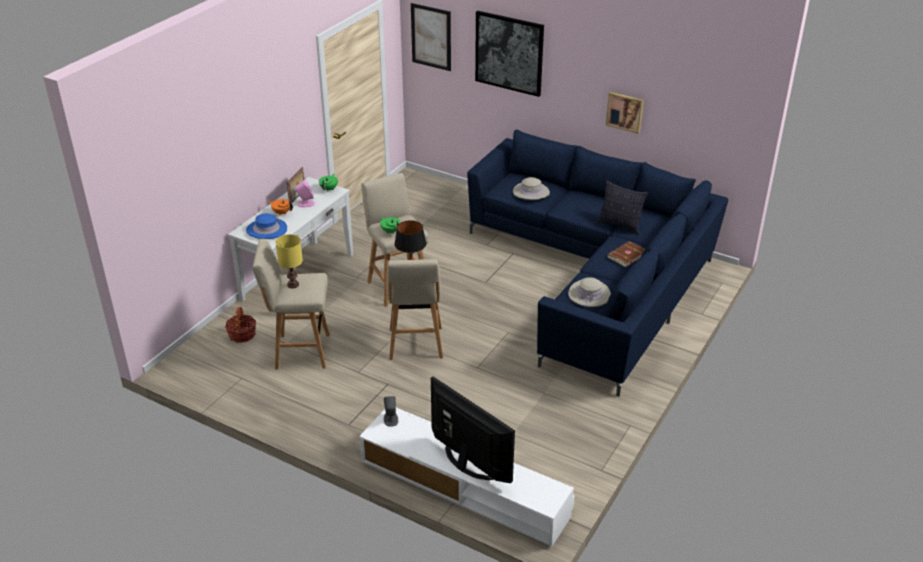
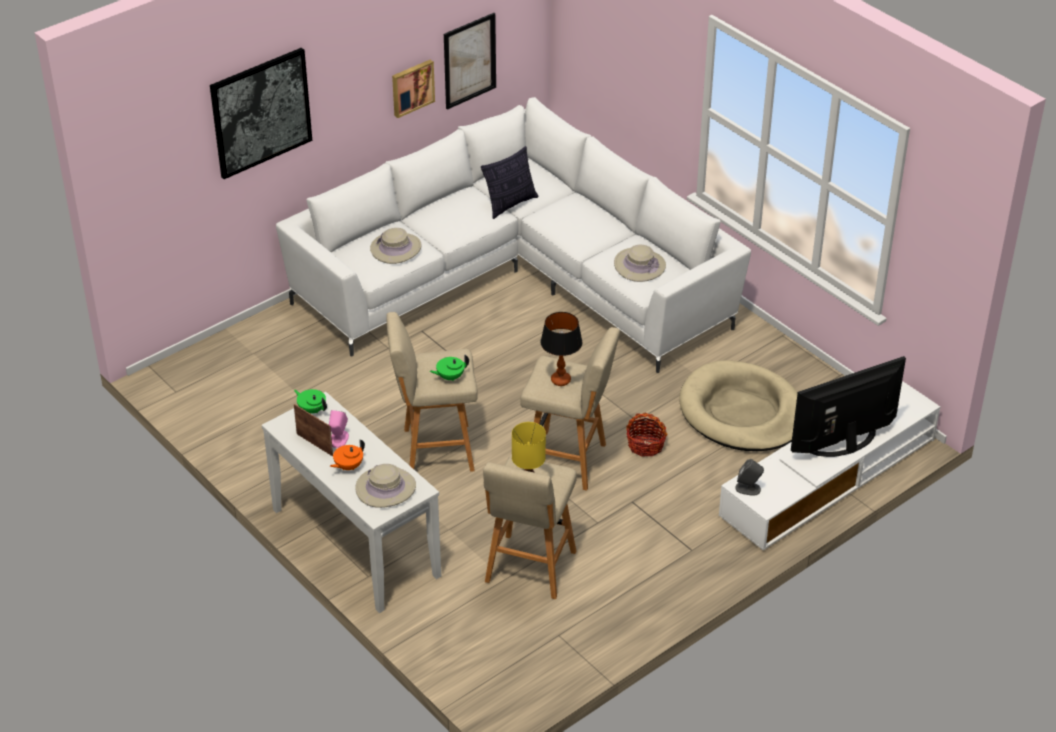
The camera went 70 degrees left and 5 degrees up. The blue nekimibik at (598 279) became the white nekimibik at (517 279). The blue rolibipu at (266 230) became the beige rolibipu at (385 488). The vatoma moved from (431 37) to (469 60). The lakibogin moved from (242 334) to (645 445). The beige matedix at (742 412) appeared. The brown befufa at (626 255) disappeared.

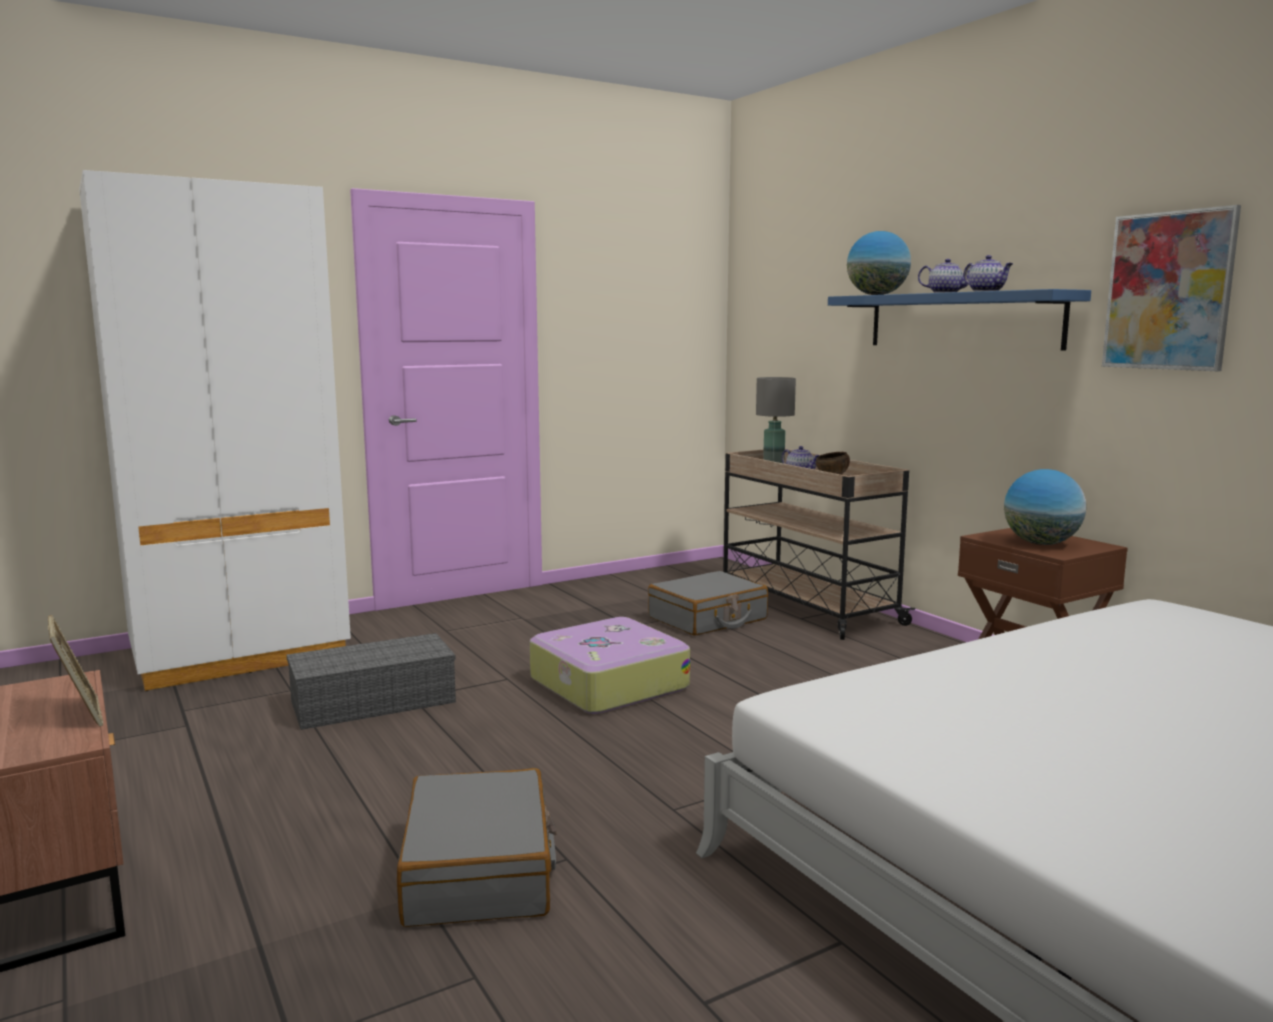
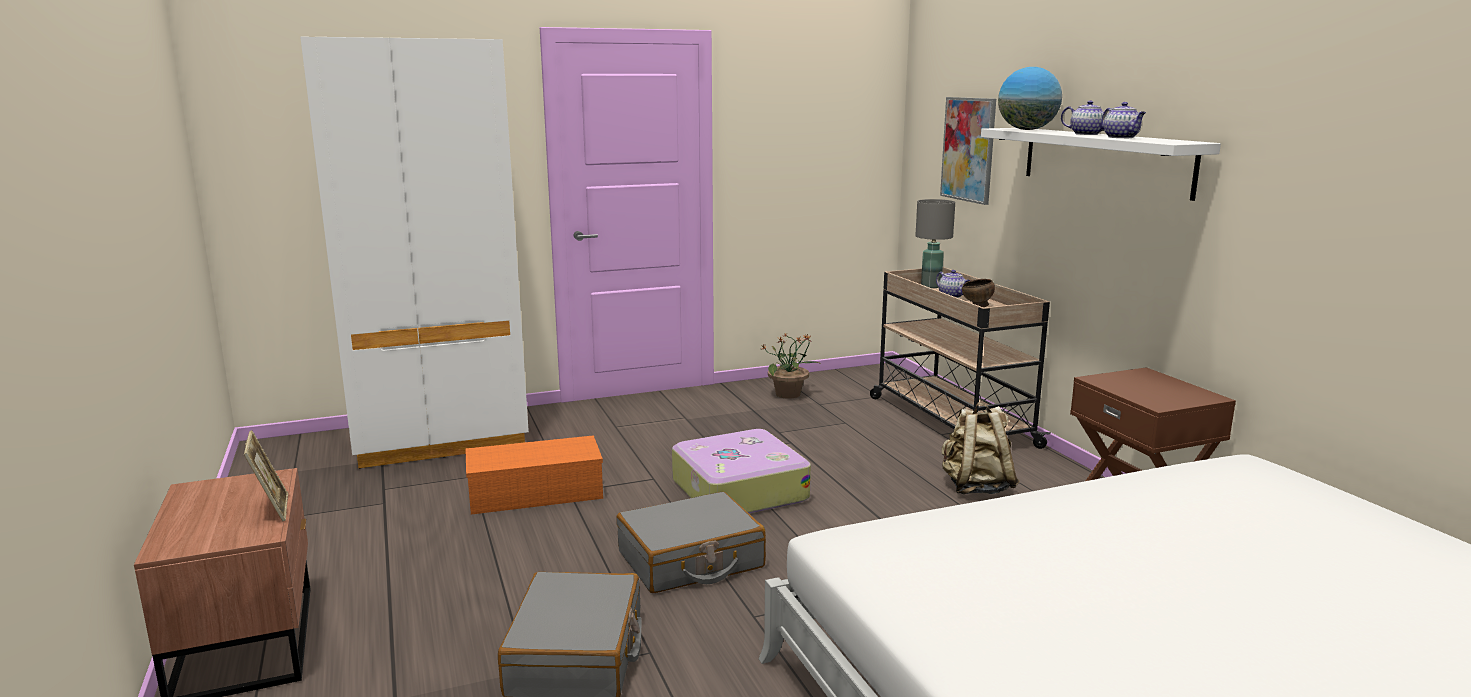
The camera went 10 degrees right and 5 degrees up. The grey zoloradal at (375 701) became the orange zoloradal at (537 492). The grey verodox moved from (708 619) to (690 560). The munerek at (789 394) appeared. The vatoma moved from (1168 291) to (968 149). The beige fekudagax at (976 487) appeared. The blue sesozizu at (961 320) became the white sesozizu at (1104 160). The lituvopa at (1041 543) disappeared.

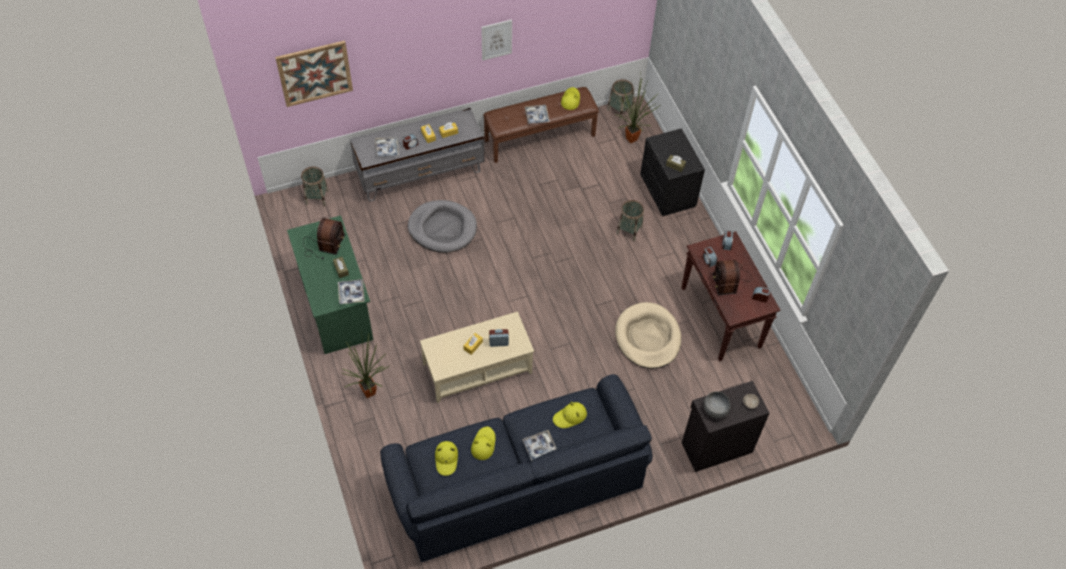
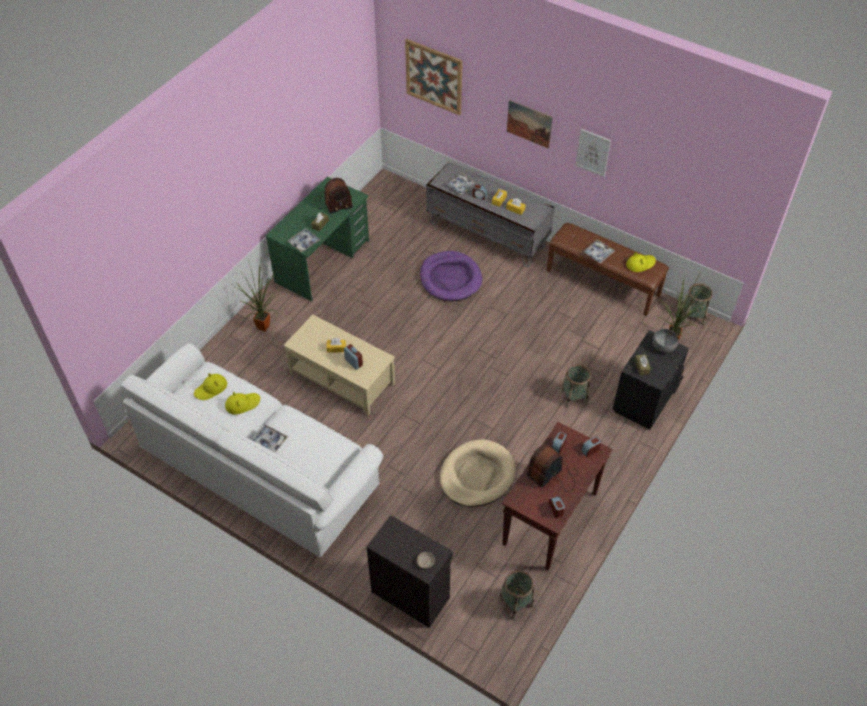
The camera went 55 degrees right and 5 degrees down. The blue nekimibik at (516 482) became the white nekimibik at (259 467). The grey matedix at (442 228) became the purple matedix at (450 278). The lakibogin moved from (317 197) to (516 603). The vatoma at (529 124) appeared. The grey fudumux moved from (715 409) to (663 347). The yellow rolibipu at (570 416) disappeared.

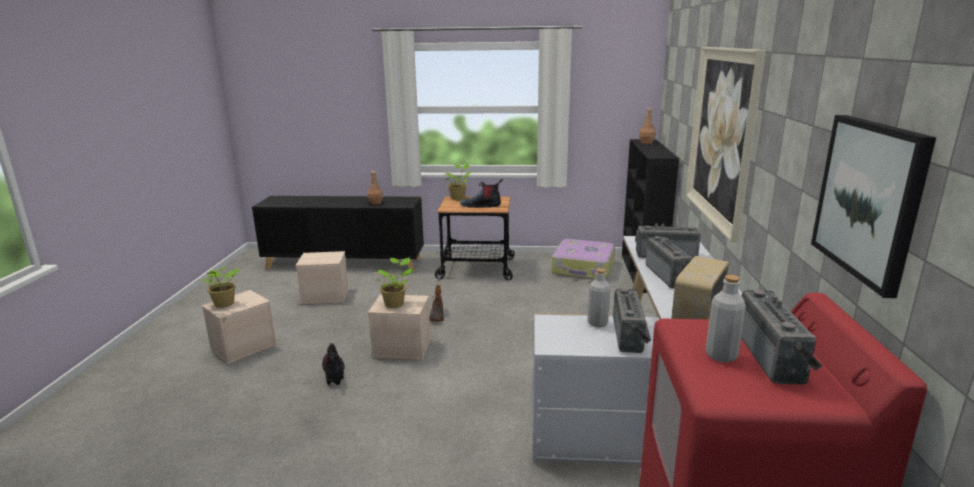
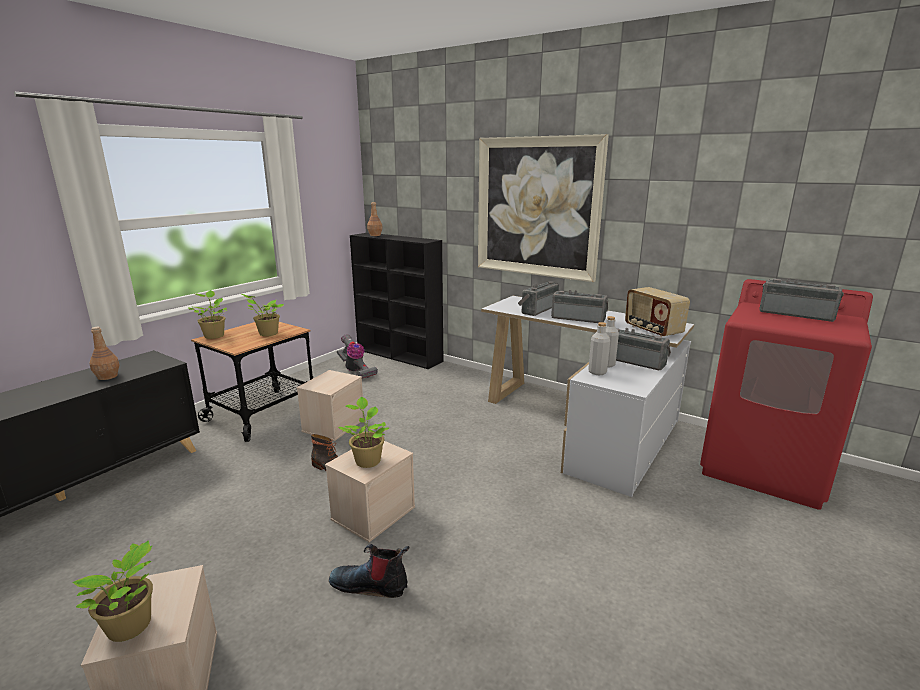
The camera went 60 degrees left and 0 degrees up. The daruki at (481 206) was replaced by the munerek at (267 333). The beige zoloradal moved from (326 295) to (333 425). The verodox at (583 269) was replaced by the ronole at (356 371). The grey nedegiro moved from (721 355) to (597 372). The vatoma at (869 199) disappeared.

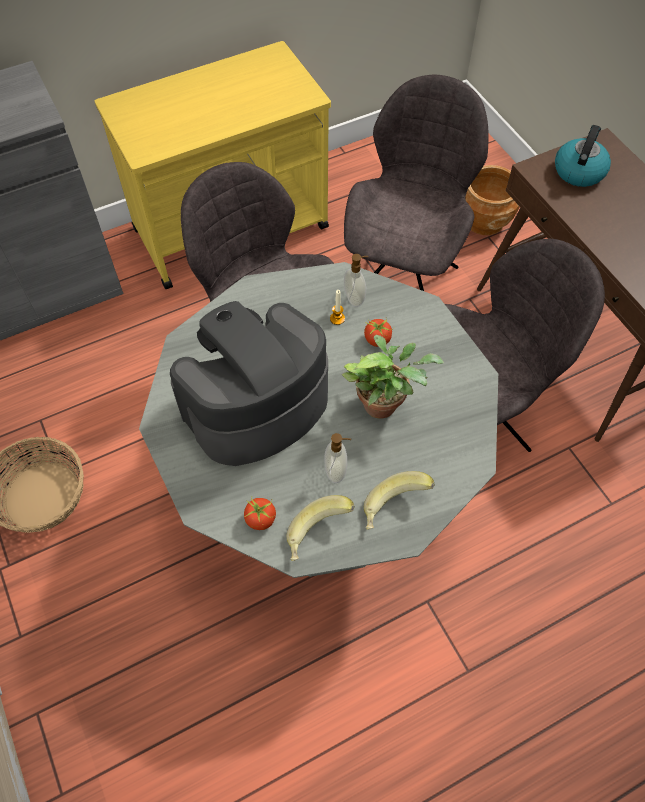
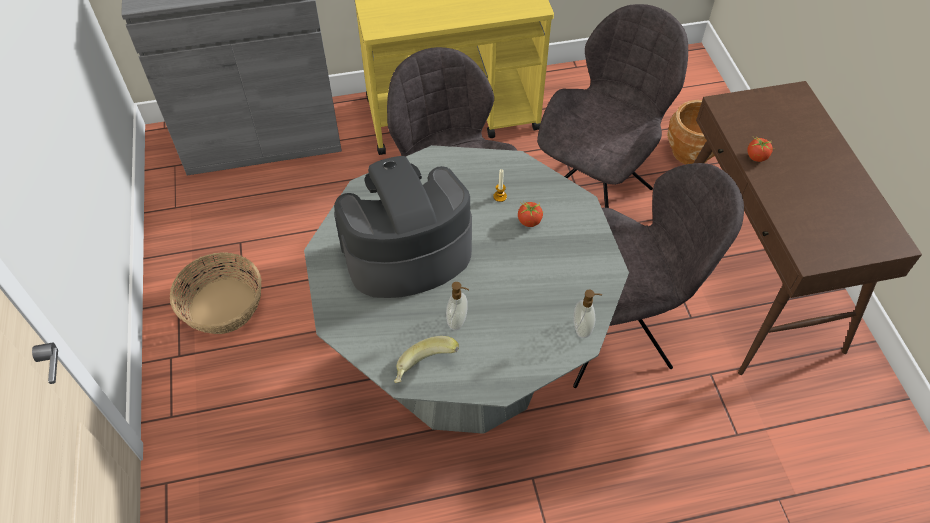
The camera went 15 degrees right and 5 degrees down. The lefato moved from (355 298) to (583 328). The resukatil moved from (261 519) to (757 157). The munerek at (384 403) disappeared. The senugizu at (394 509) disappeared. The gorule at (579 171) disappeared.

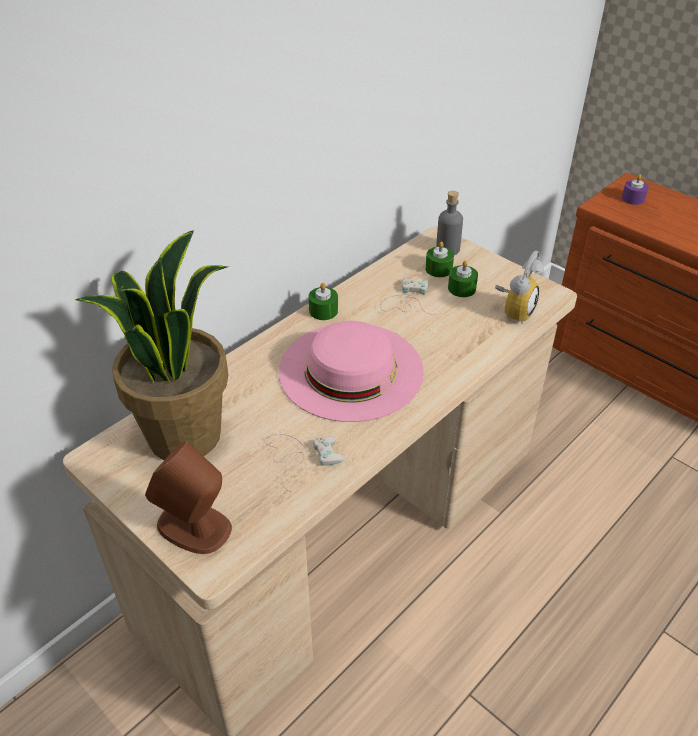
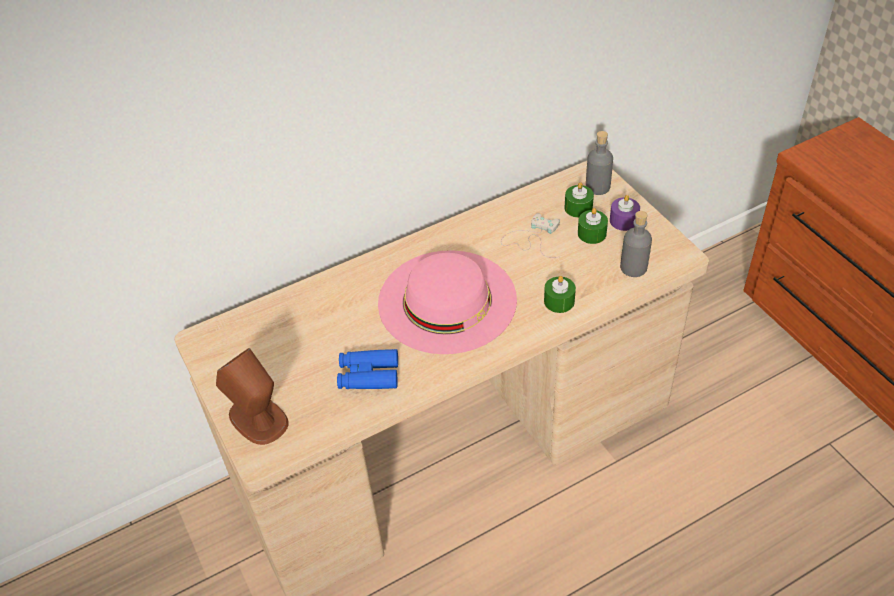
The camera went 20 degrees right and 5 degrees up. The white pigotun at (300 456) was replaced by the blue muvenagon at (368 375). The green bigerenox moved from (323 311) to (559 301). The purple bigerenox moved from (633 198) to (623 220). The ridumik at (514 310) was replaced by the grey nedegiro at (633 267). The munerek at (184 434) disappeared.

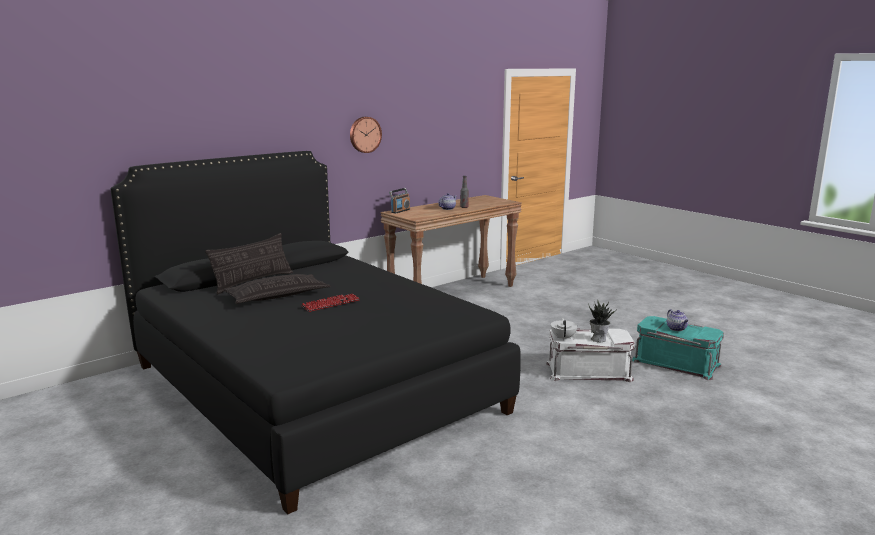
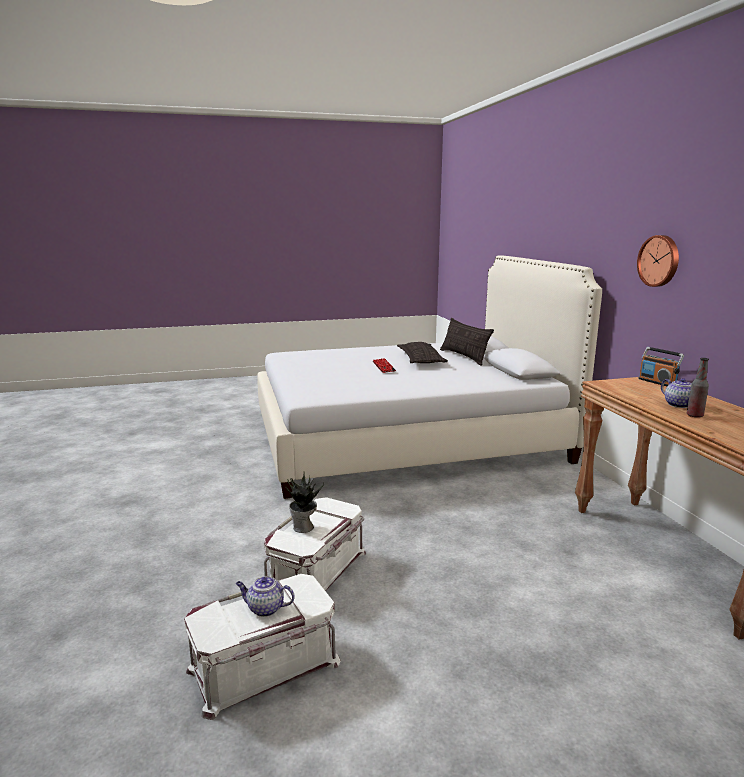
The camera went 115 degrees right and 0 degrees up. The turquoise zoloradal at (676 363) became the white zoloradal at (264 667). The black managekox at (312 388) became the white managekox at (407 439). The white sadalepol at (563 337) disappeared.

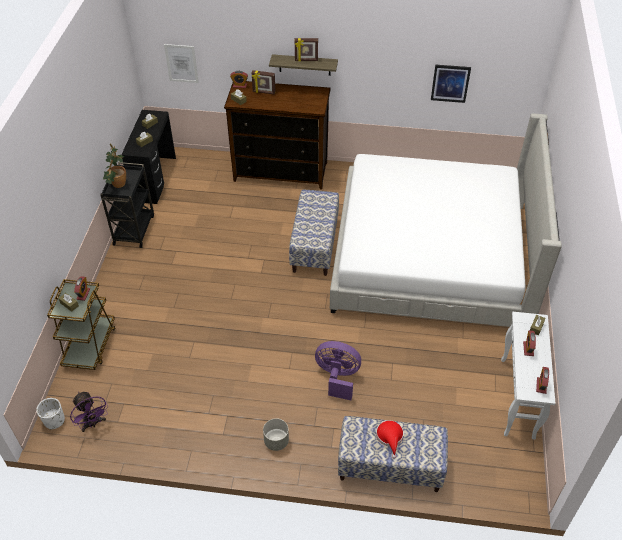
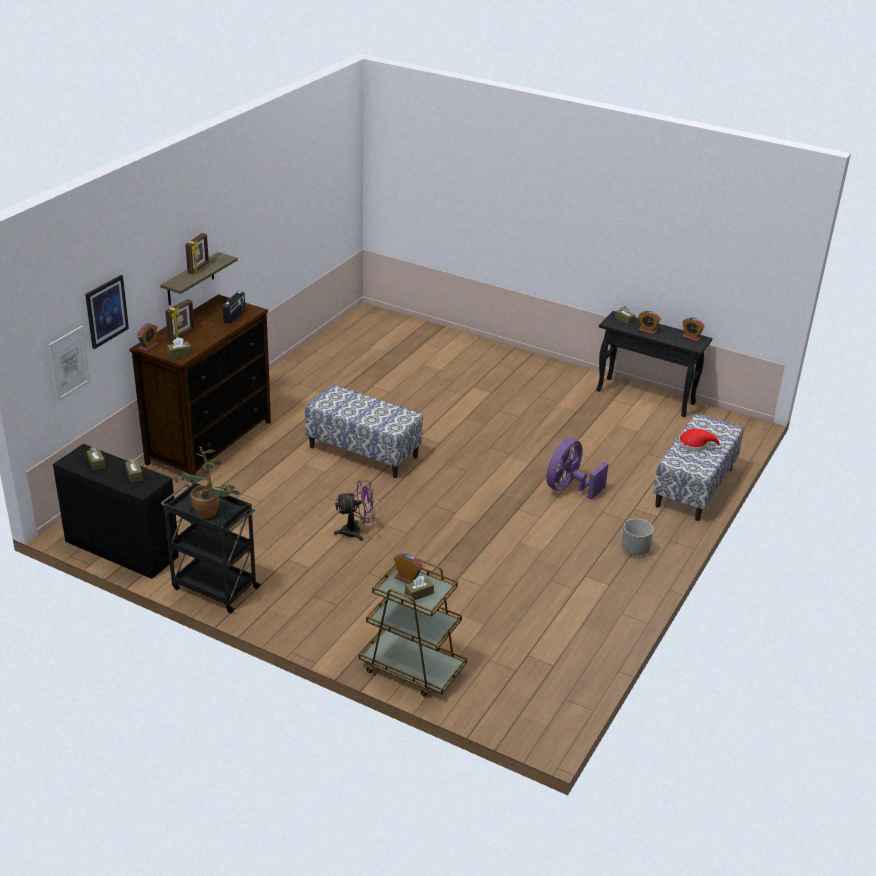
The camera went 70 degrees left and 15 degrees down. The vatoma moved from (450 83) to (106 311). The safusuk at (235 316) appeared. The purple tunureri moved from (93 424) to (356 531). The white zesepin at (517 398) became the black zesepin at (646 397). The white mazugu at (54 420) disappeared. The managekox at (431 257) disappeared.

